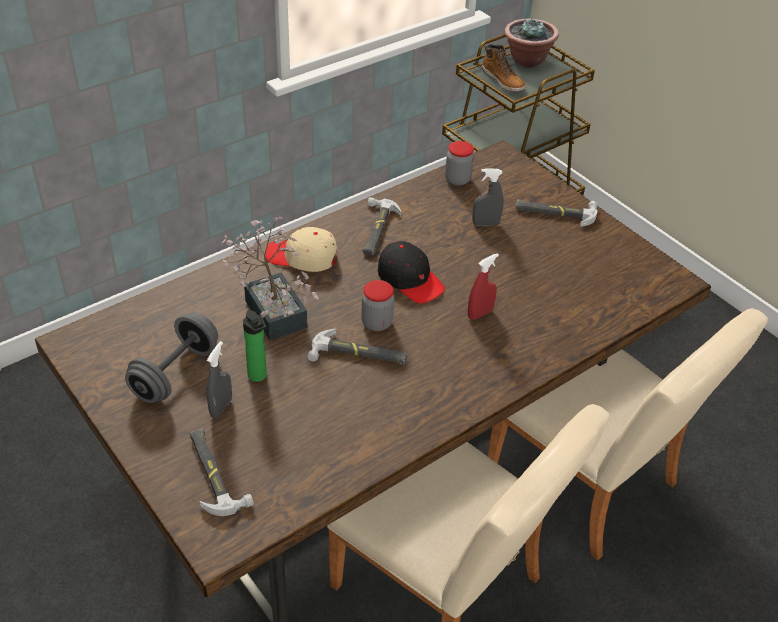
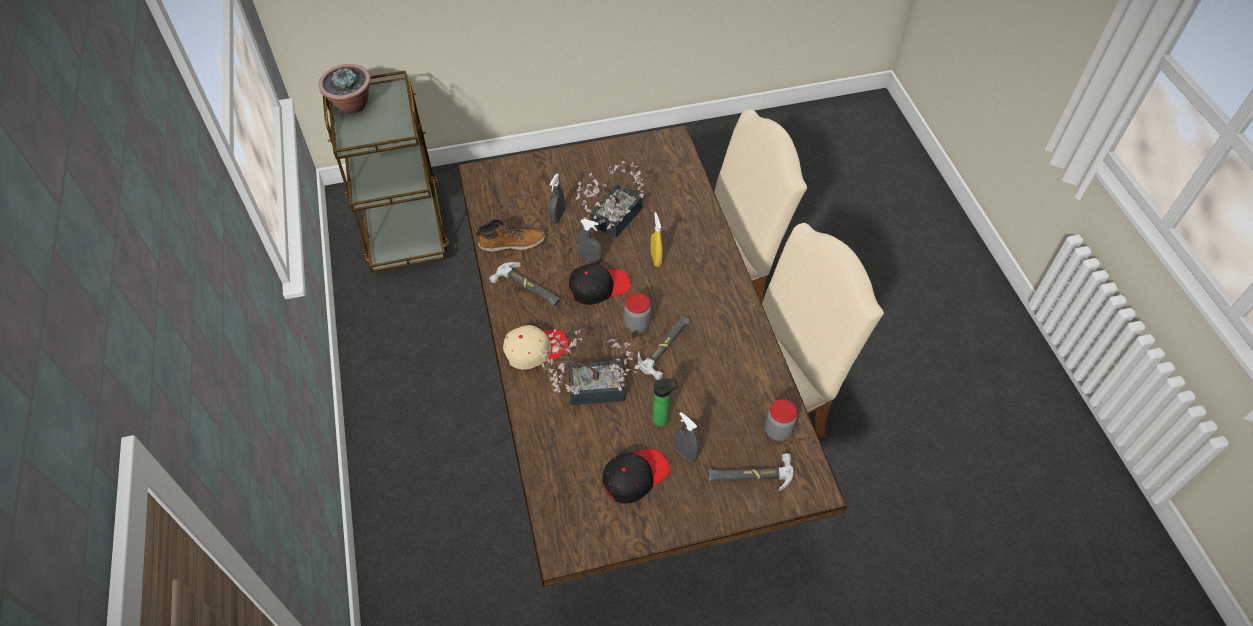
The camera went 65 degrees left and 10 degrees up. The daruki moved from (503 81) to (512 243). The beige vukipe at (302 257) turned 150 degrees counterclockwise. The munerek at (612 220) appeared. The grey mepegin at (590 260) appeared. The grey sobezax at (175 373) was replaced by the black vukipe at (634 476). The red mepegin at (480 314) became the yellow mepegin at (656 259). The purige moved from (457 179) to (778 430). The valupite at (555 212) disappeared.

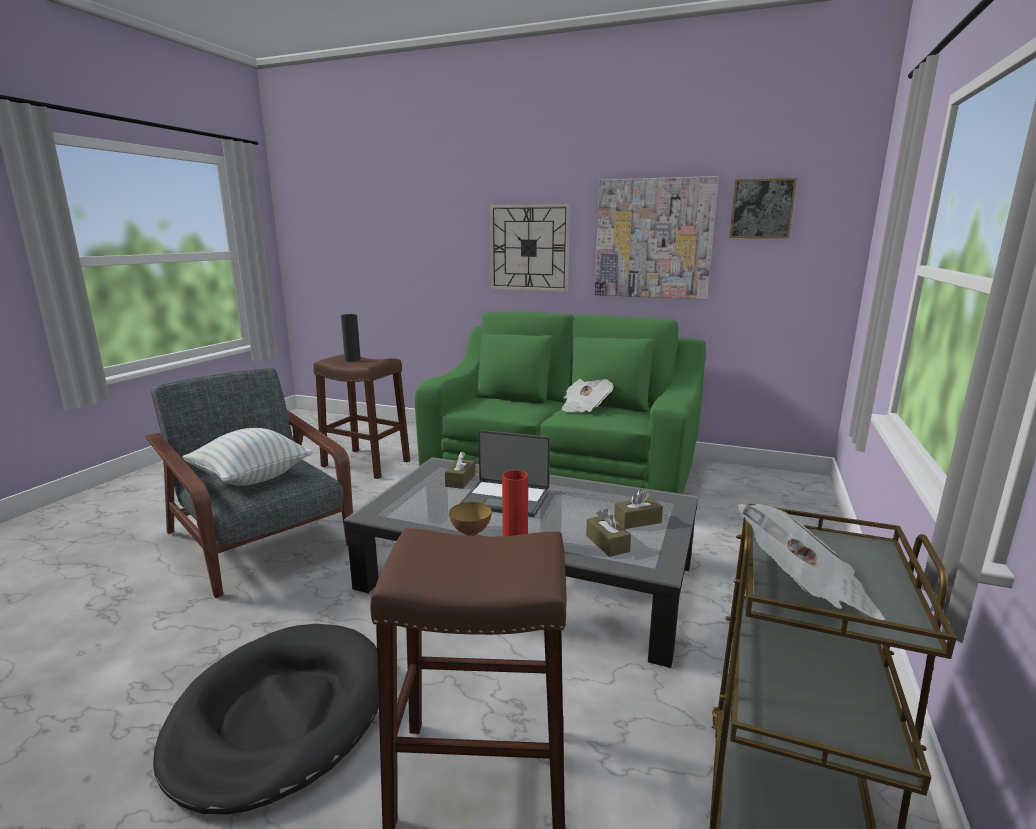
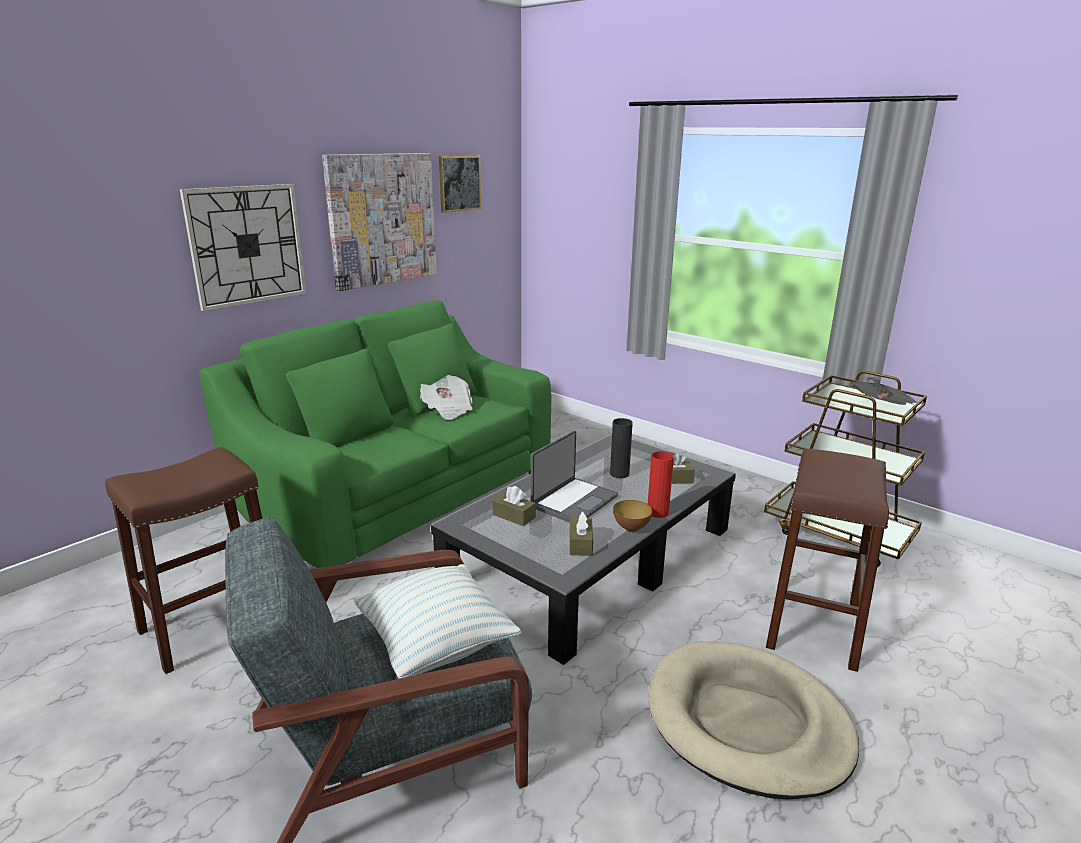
The camera went 70 degrees left and 5 degrees up. The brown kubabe moved from (637 521) to (580 544). The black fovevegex moved from (352 359) to (619 474). The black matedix at (279 716) became the beige matedix at (747 723).

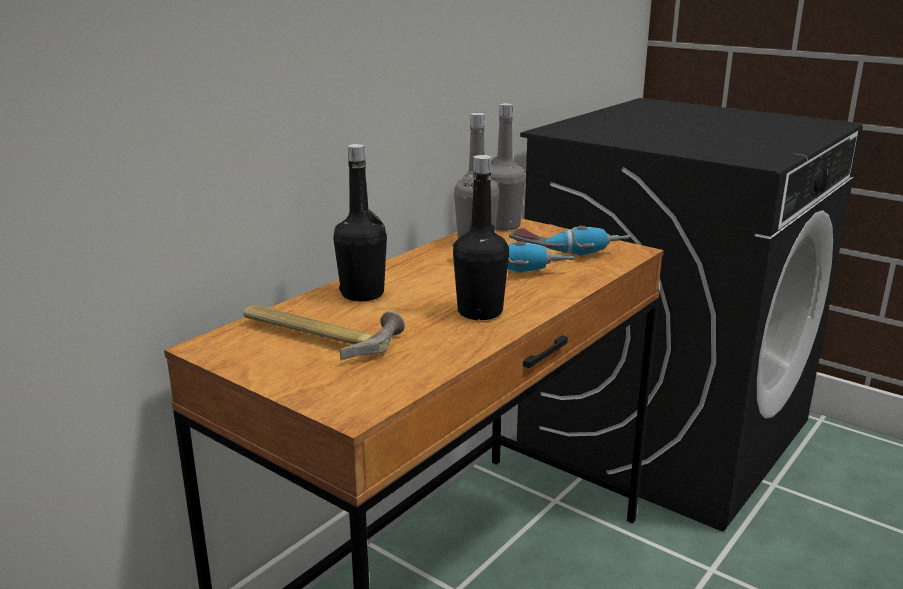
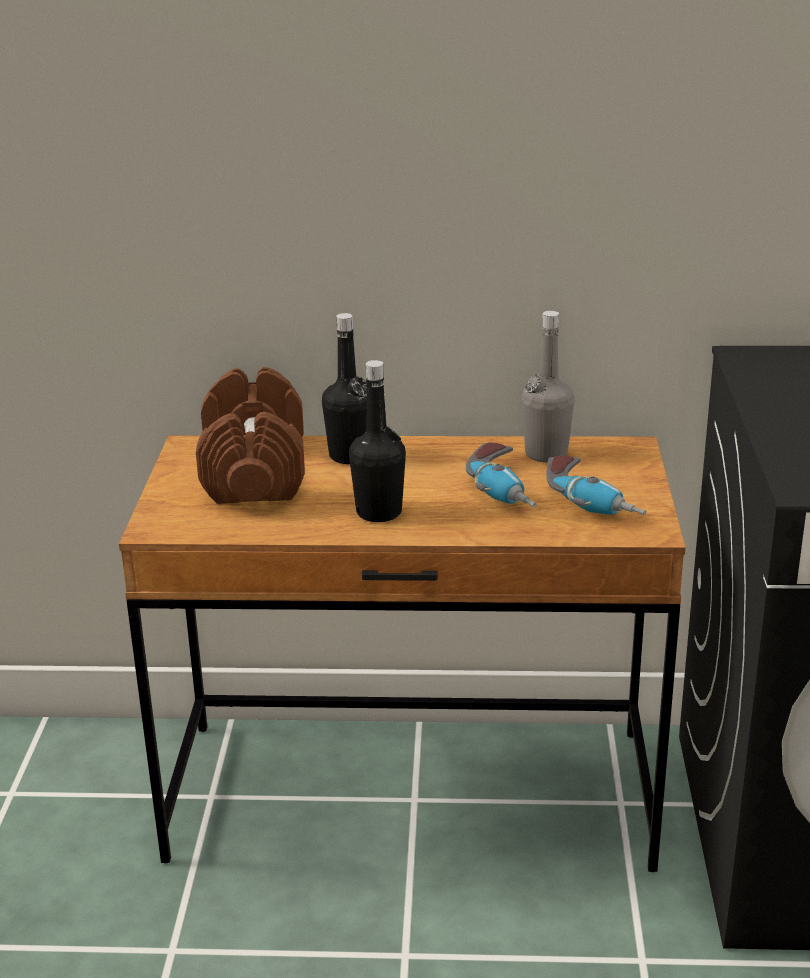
The camera went 55 degrees right and 5 degrees up. The valupite at (319 335) was replaced by the brown sobezax at (253 471). The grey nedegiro at (503 226) disappeared.

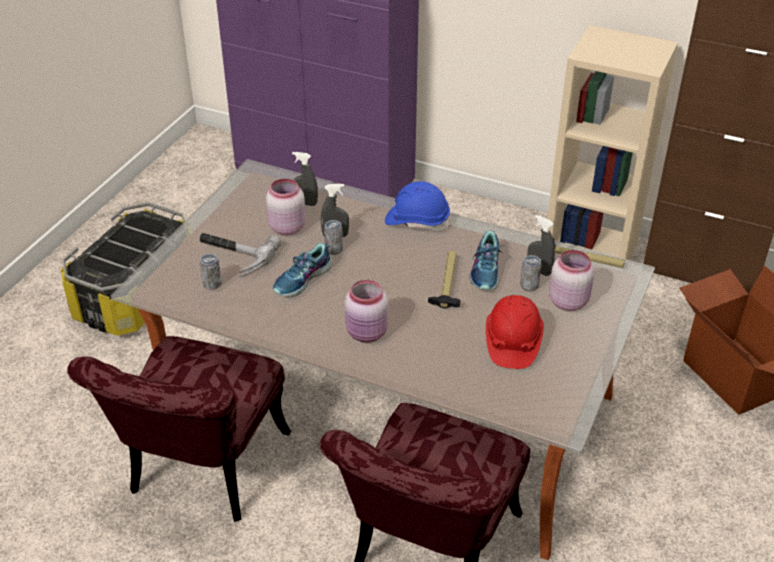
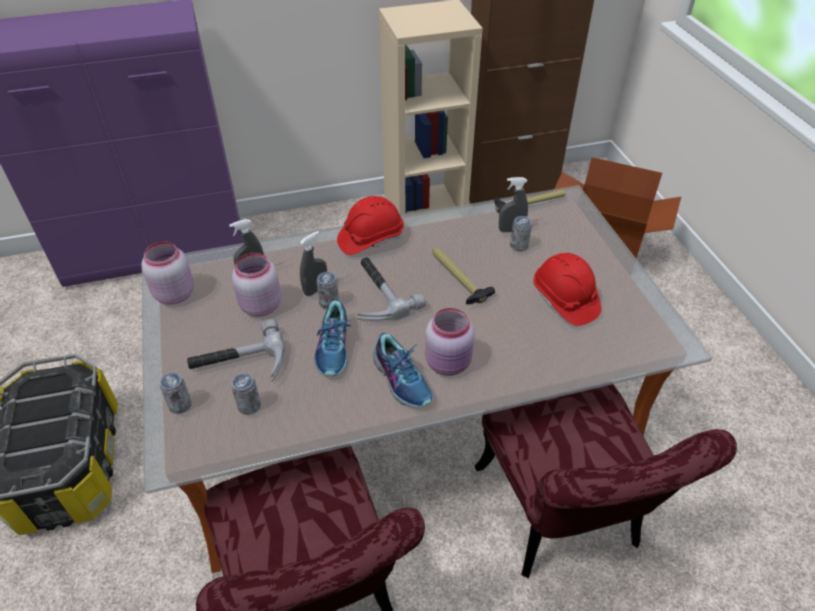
The camera went 40 degrees left and 5 degrees up. The pink purige moved from (568 301) to (174 293). The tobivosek at (180 405) appeared. The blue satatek at (417 221) became the red satatek at (370 238). The valupite at (376 294) appeared. The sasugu moved from (486 271) to (402 379).

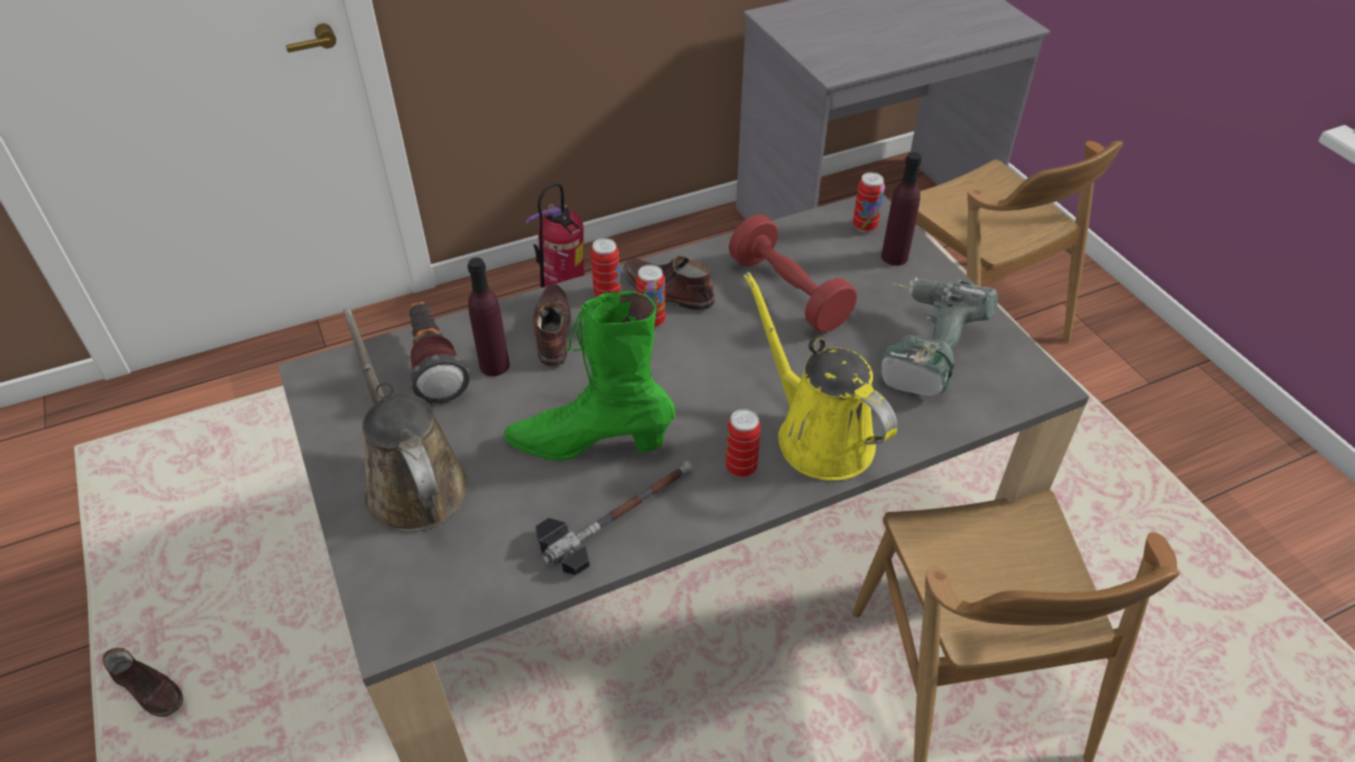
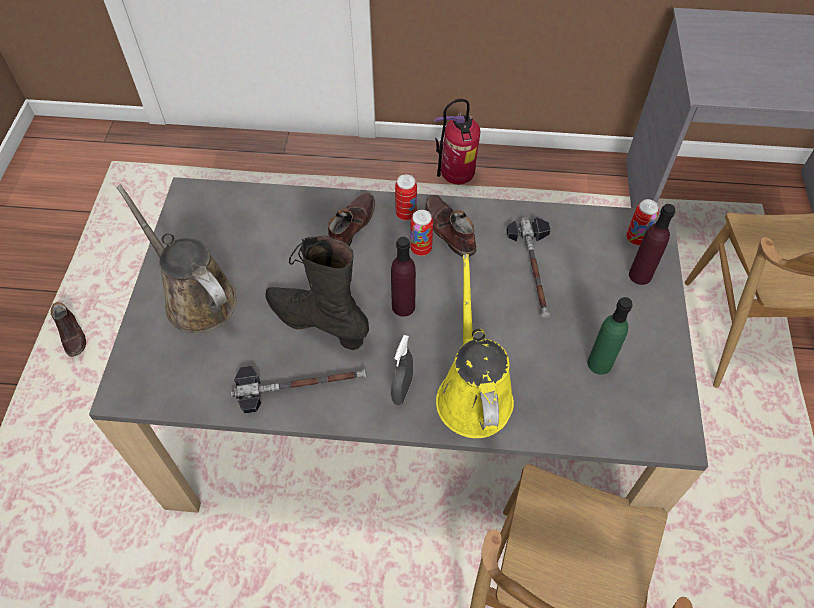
The camera went 30 degrees right and 10 degrees up. The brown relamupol at (412 482) turned 45 degrees counterclockwise. The green daruki at (590 443) became the black daruki at (317 323). The purple nedegiro moved from (494 365) to (403 306). The tobivosek at (741 467) was replaced by the grey mepegin at (402 391). The red sobezax at (788 292) was replaced by the valupite at (535 269). The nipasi at (920 351) was replaced by the green nedegiro at (599 363). The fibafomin at (434 365) disappeared.

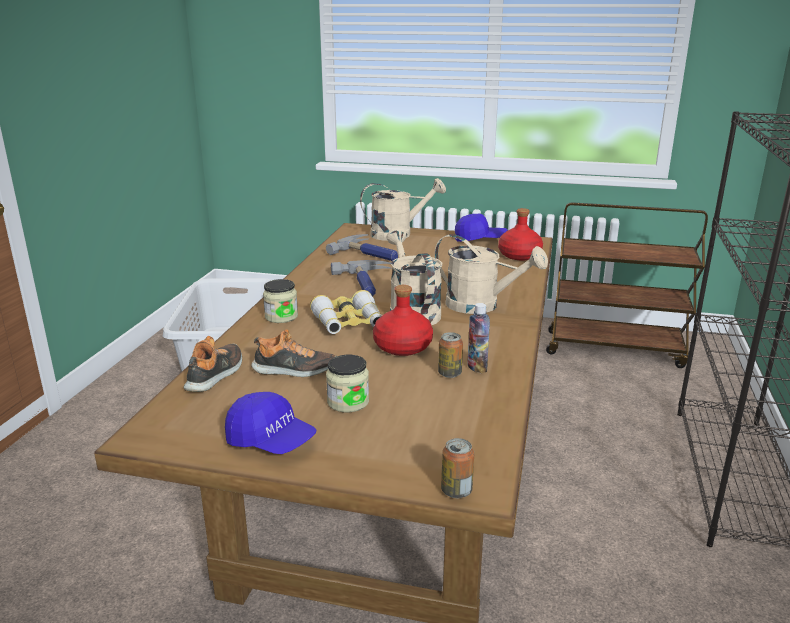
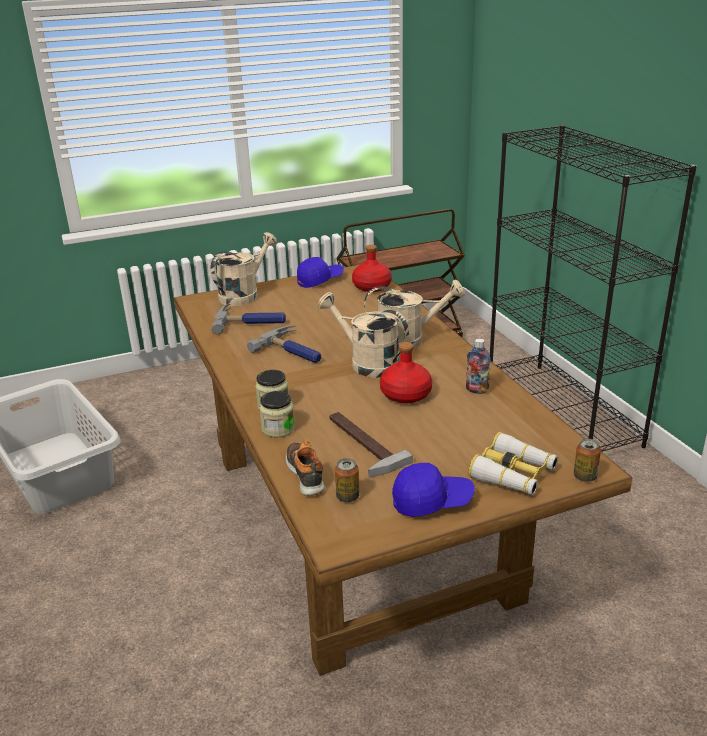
The camera went 35 degrees left and 5 degrees up. The purige moved from (348 402) to (278 428). The sasugu at (294 370) was replaced by the valupite at (359 444). The tobivosek moved from (449 373) to (347 497). The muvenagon moved from (348 323) to (513 474).

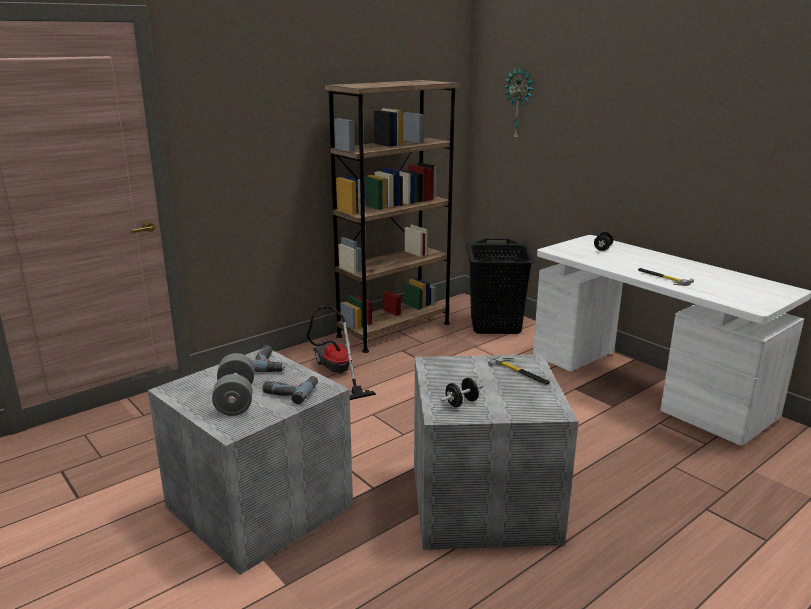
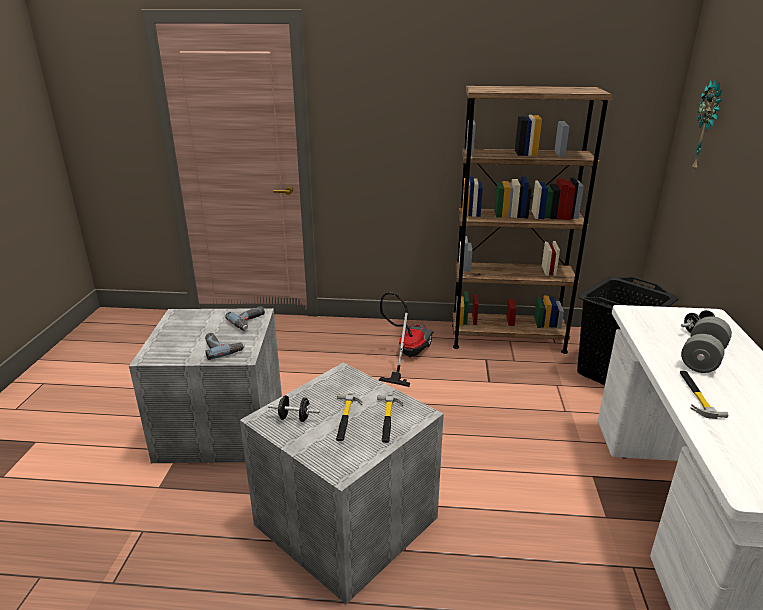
The camera went 45 degrees right and 5 degrees up. The valupite at (345 418) appeared. The grey sobezax moved from (236 399) to (702 358).

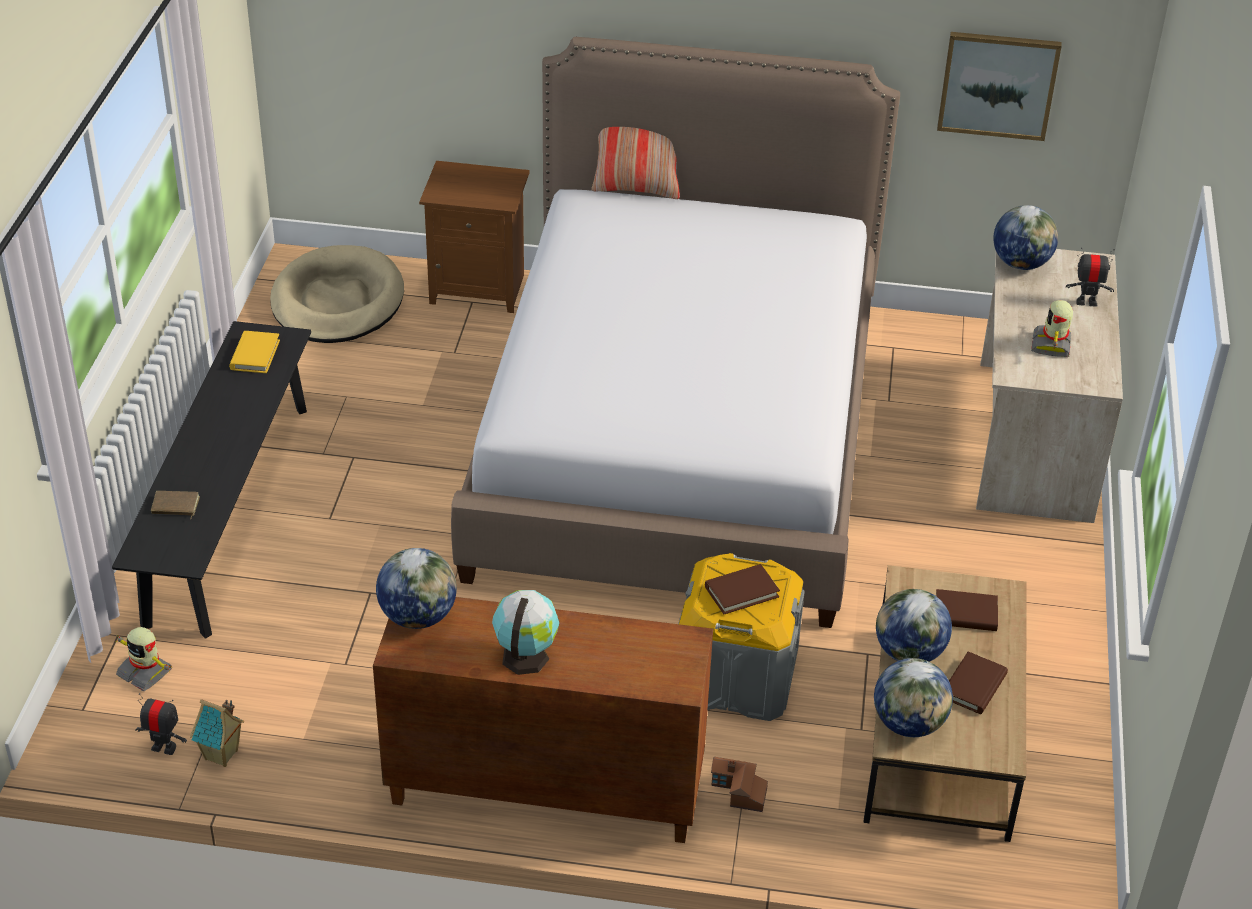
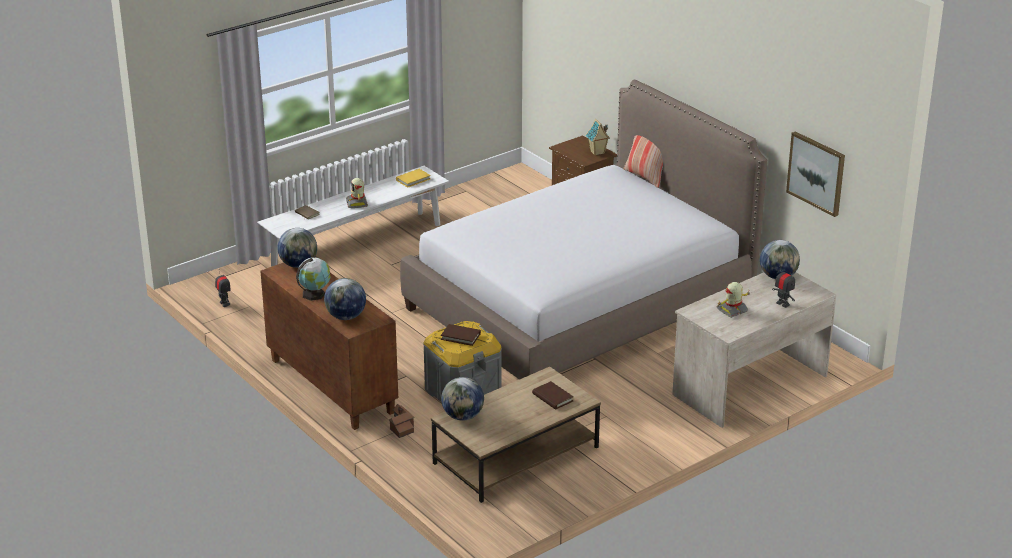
The camera went 45 degrees right and 10 degrees down. The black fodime at (228 512) became the white fodime at (357 244). The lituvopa moved from (909 653) to (345 317). The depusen moved from (145 672) to (357 203). The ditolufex moved from (222 755) to (597 152). The beige matedix at (337 301) disappeared. The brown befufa at (974 686) disappeared.

